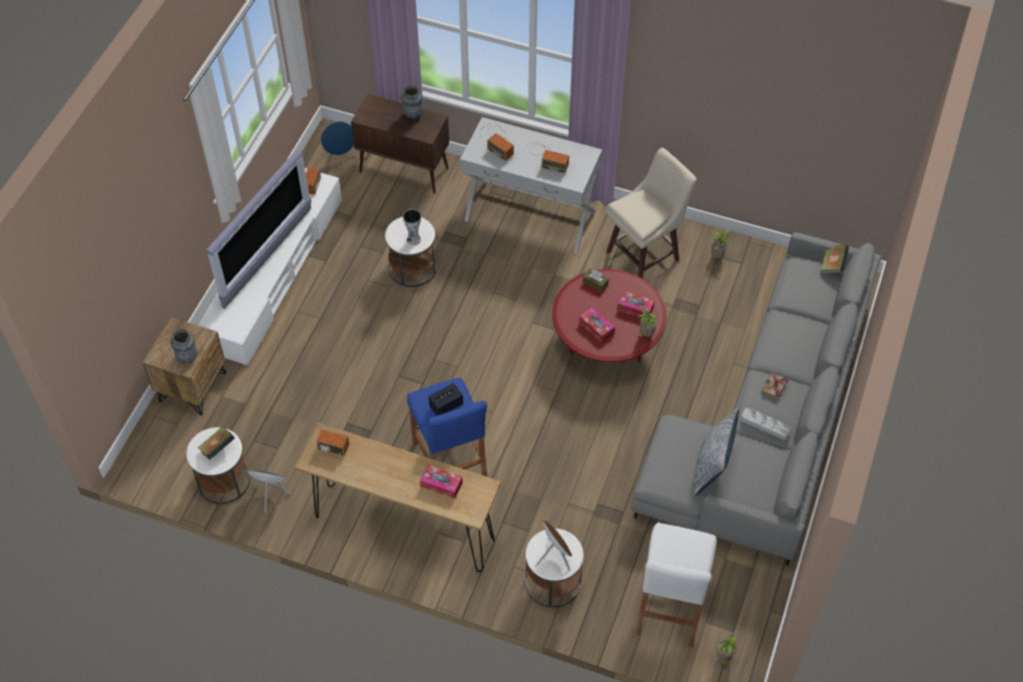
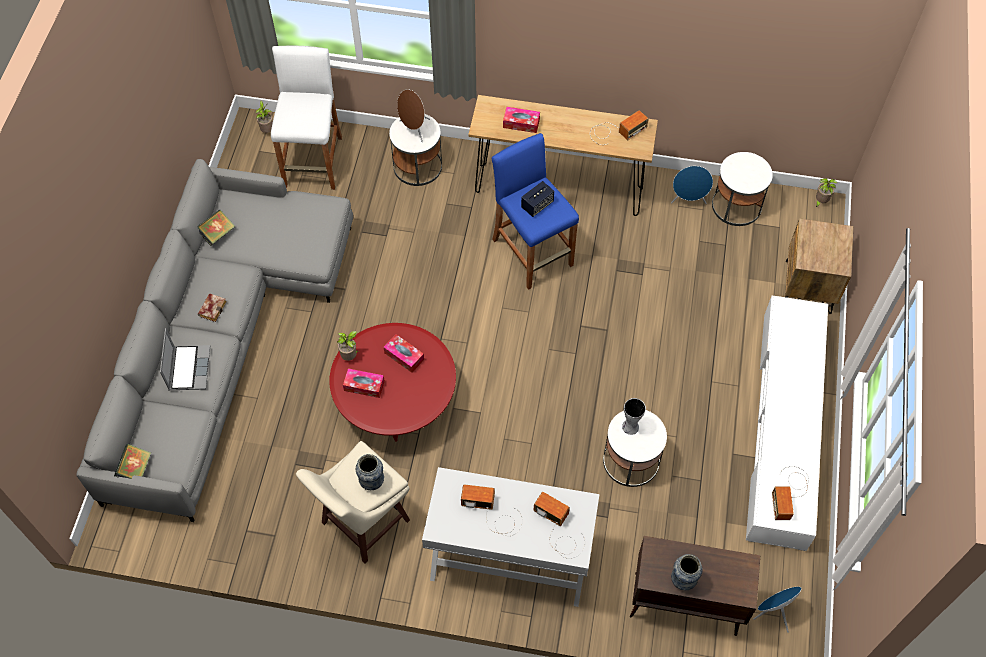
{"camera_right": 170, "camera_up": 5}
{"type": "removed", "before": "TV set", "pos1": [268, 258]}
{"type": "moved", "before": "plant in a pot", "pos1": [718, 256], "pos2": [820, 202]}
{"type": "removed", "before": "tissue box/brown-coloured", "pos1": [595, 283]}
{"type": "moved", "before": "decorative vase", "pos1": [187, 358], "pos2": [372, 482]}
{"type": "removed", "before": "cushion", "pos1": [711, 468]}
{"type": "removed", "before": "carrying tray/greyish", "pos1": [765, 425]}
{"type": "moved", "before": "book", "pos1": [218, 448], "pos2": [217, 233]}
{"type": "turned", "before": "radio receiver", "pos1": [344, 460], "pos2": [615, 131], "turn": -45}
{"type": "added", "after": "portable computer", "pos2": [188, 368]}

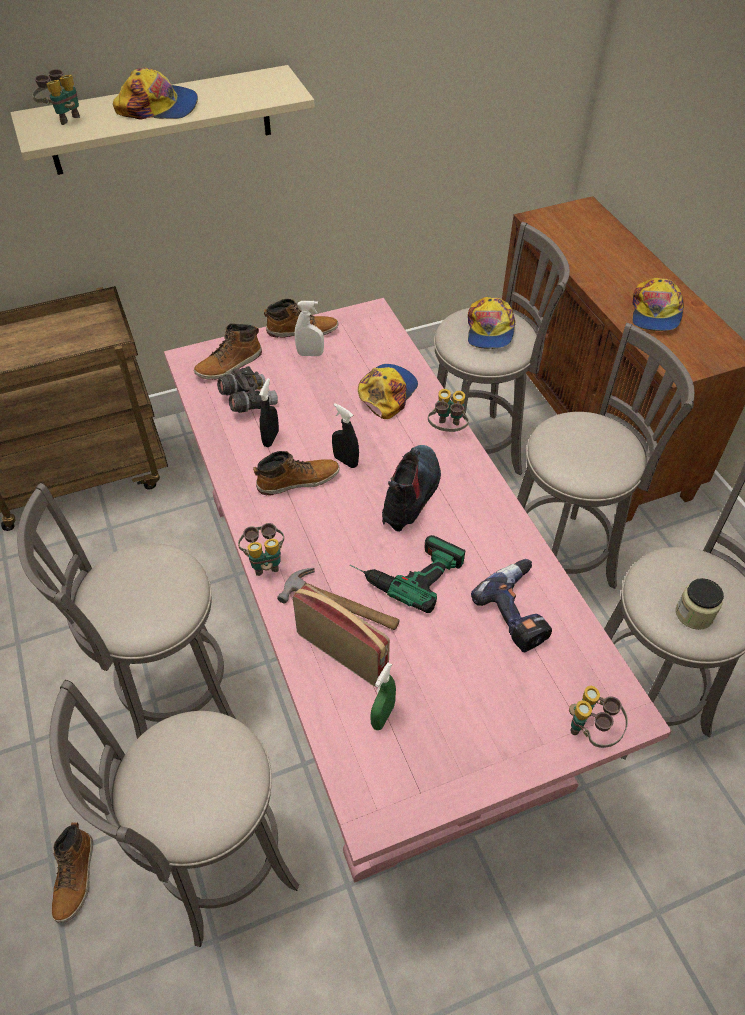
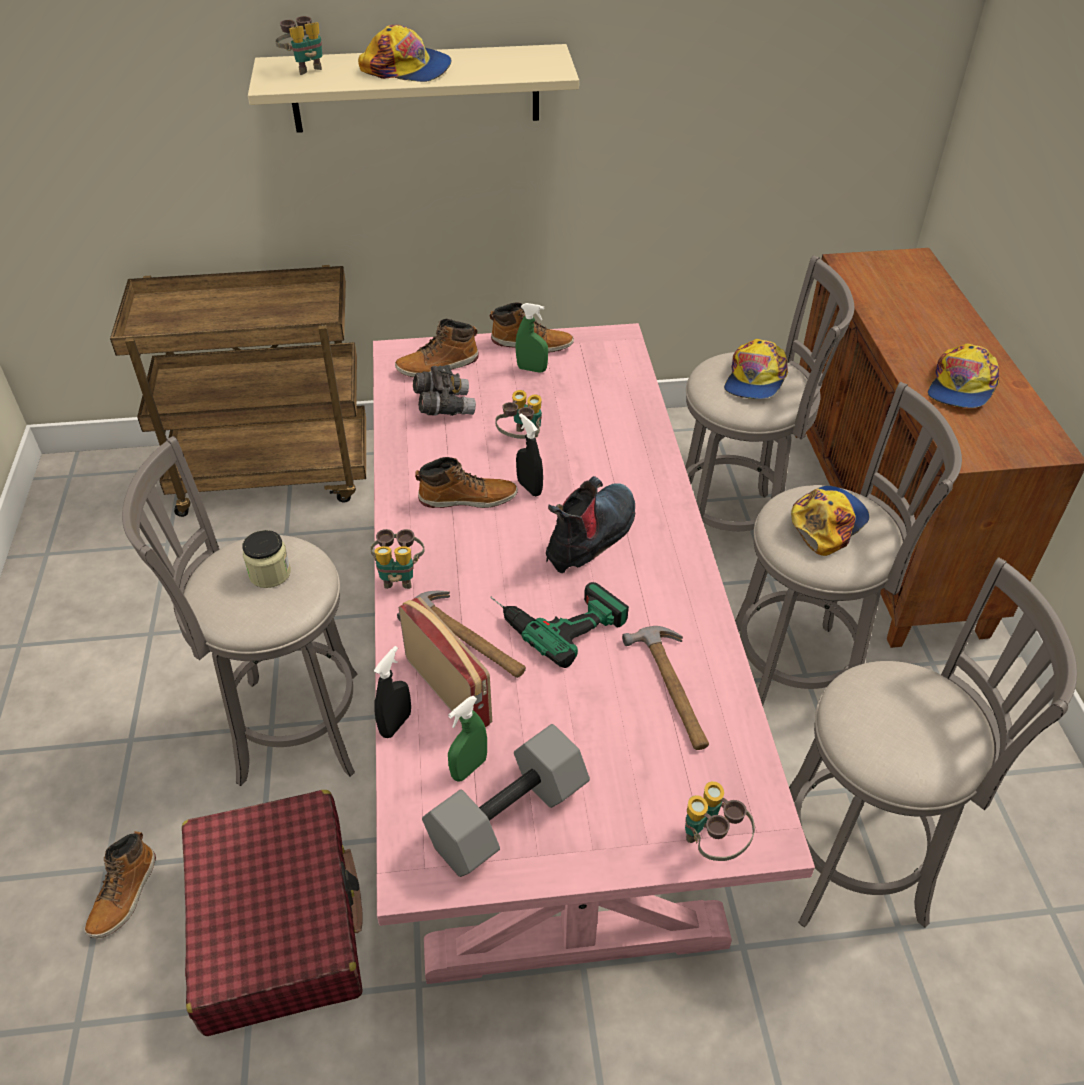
{"camera_right": 15, "camera_up": -5}
{"type": "recoloured", "before": "sprayer/white-coloured", "after": "sprayer/green-coloured", "pos1": [310, 354], "pos2": [532, 369]}
{"type": "moved", "before": "peaked cap", "pos1": [387, 393], "pos2": [827, 522]}
{"type": "moved", "before": "sprayer/black", "pos1": [271, 438], "pos2": [396, 724]}
{"type": "moved", "before": "pair of binoculars", "pos1": [447, 430], "pos2": [521, 440]}
{"type": "replaced", "before": "power drill", "after": "hammer", "pos1": [519, 611], "pos2": [673, 689]}
{"type": "moved", "before": "jar", "pos1": [694, 614], "pos2": [270, 573]}
{"type": "replaced", "before": "stool/greyish", "after": "travel case/reddish", "pos1": [215, 865], "pos2": [277, 922]}
{"type": "added", "after": "free weight/greyish", "pos2": [508, 819]}

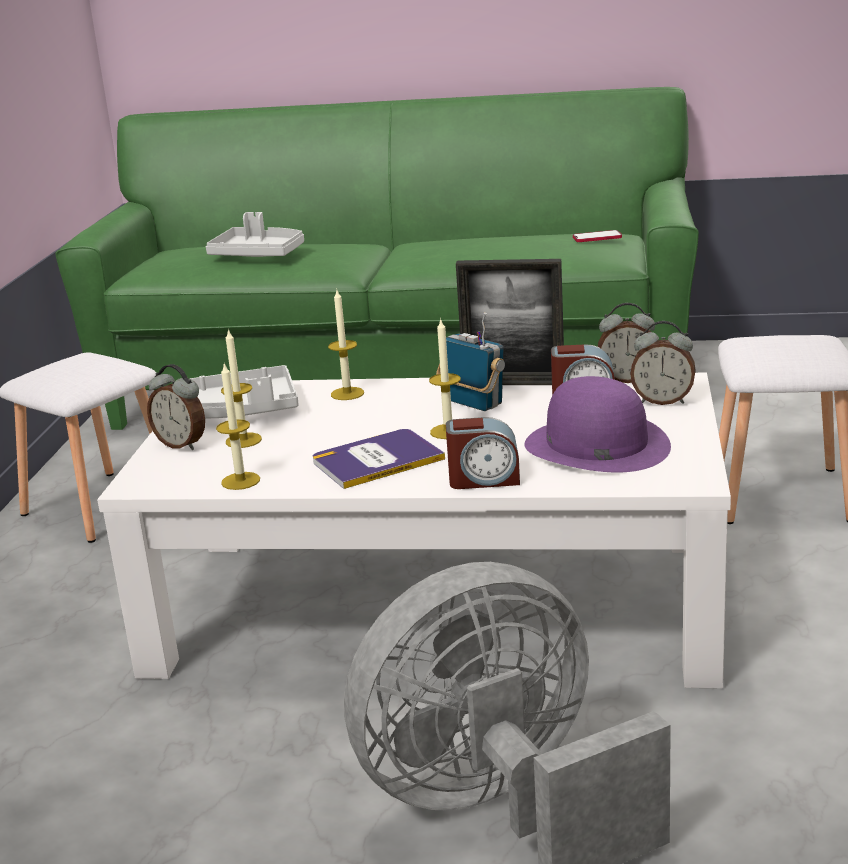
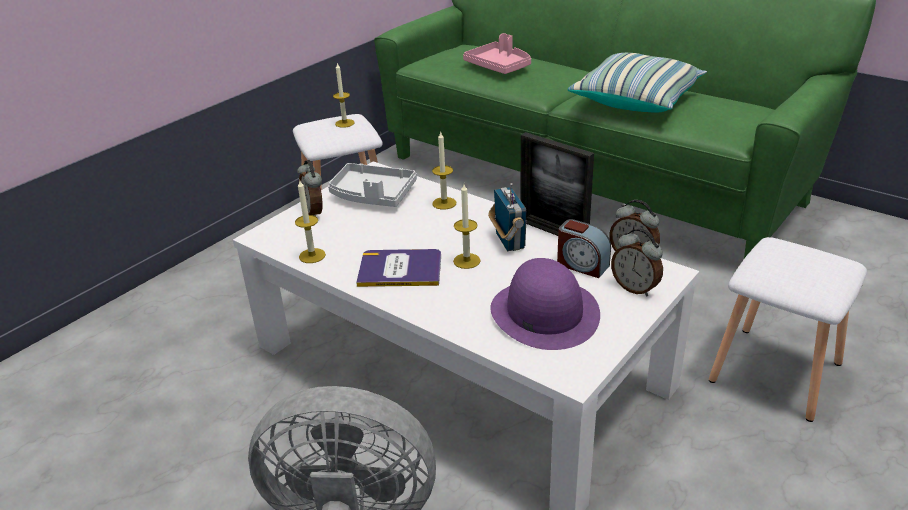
{"camera_right": 30, "camera_up": 10}
{"type": "recoloured", "before": "carrying tray/greyish", "after": "carrying tray/pinkish", "pos1": [258, 254], "pos2": [499, 66]}
{"type": "removed", "before": "phone", "pos1": [597, 238]}
{"type": "moved", "before": "wax candle", "pos1": [243, 440], "pos2": [344, 123]}
{"type": "removed", "before": "bedside clock", "pos1": [484, 479]}
{"type": "added", "after": "cushion", "pos2": [636, 99]}

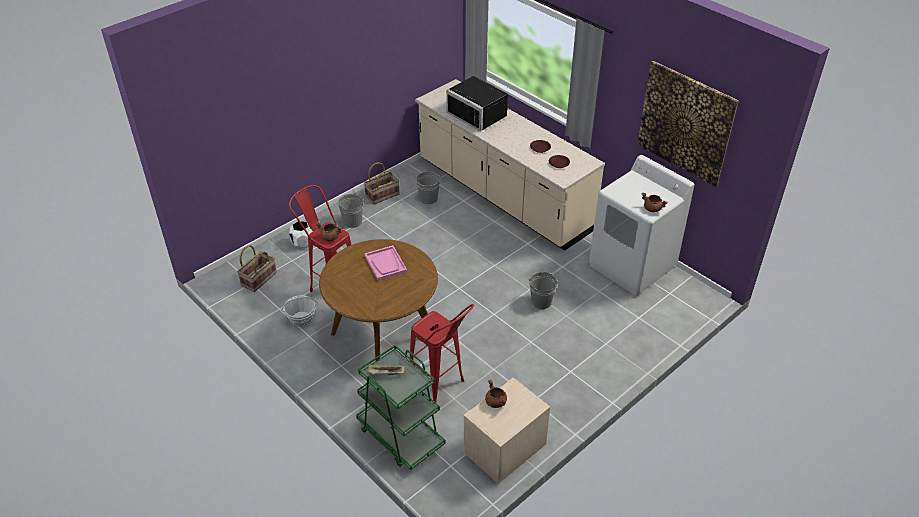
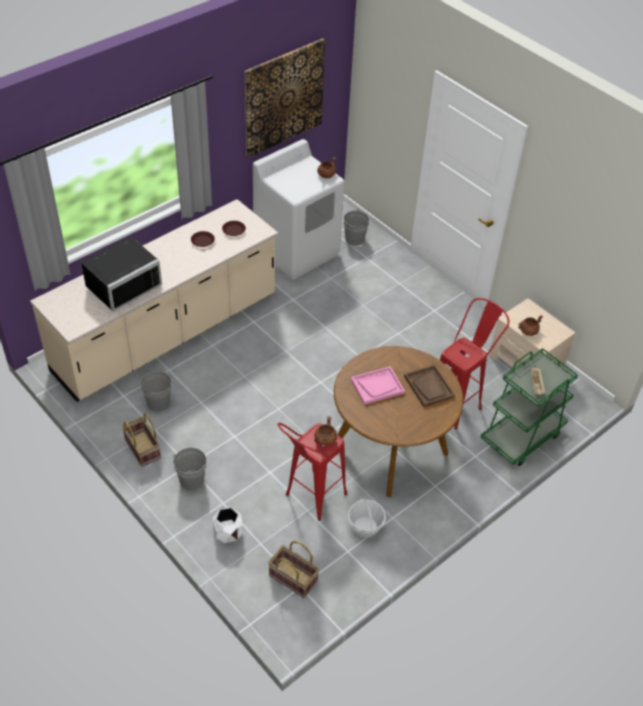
{"camera_right": -90, "camera_up": 5}
{"type": "moved", "before": "pail/greyish", "pos1": [541, 301], "pos2": [354, 239]}
{"type": "added", "after": "carrying tray/brown-coloured", "pos2": [429, 387]}

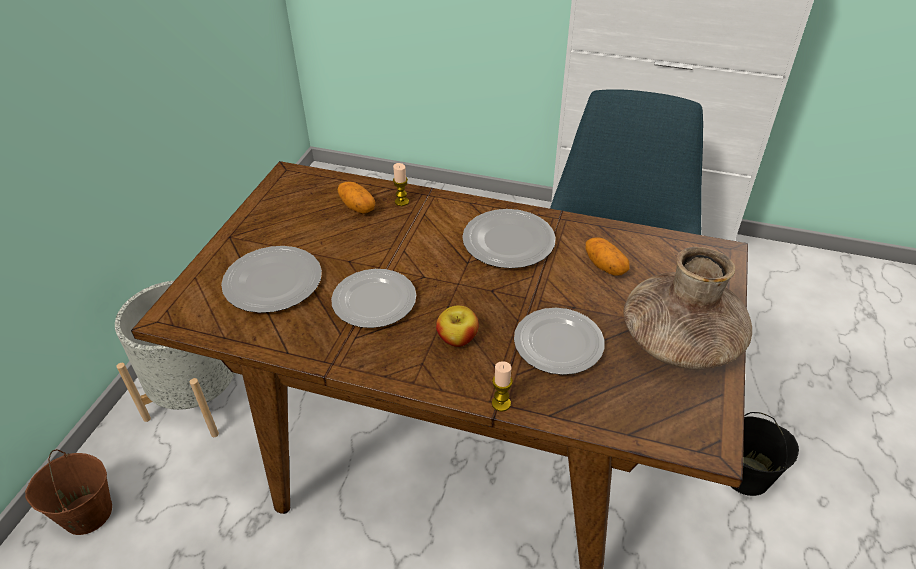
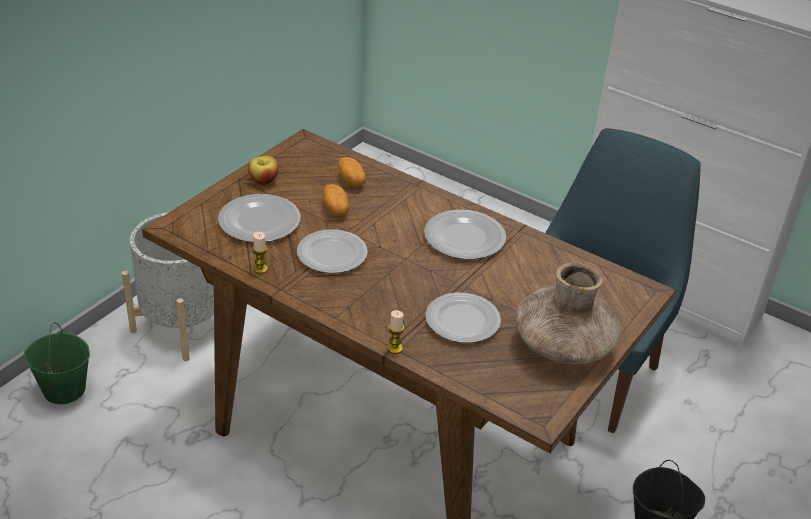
{"camera_right": 15, "camera_up": -5}
{"type": "moved", "before": "wax candle", "pos1": [401, 201], "pos2": [260, 269]}
{"type": "moved", "before": "spud", "pos1": [605, 266], "pos2": [335, 209]}
{"type": "moved", "before": "apple fruit", "pos1": [457, 338], "pos2": [263, 180]}
{"type": "recoloured", "before": "pail/brown-coloured", "after": "pail/green-coloured", "pos1": [87, 514], "pos2": [63, 390]}

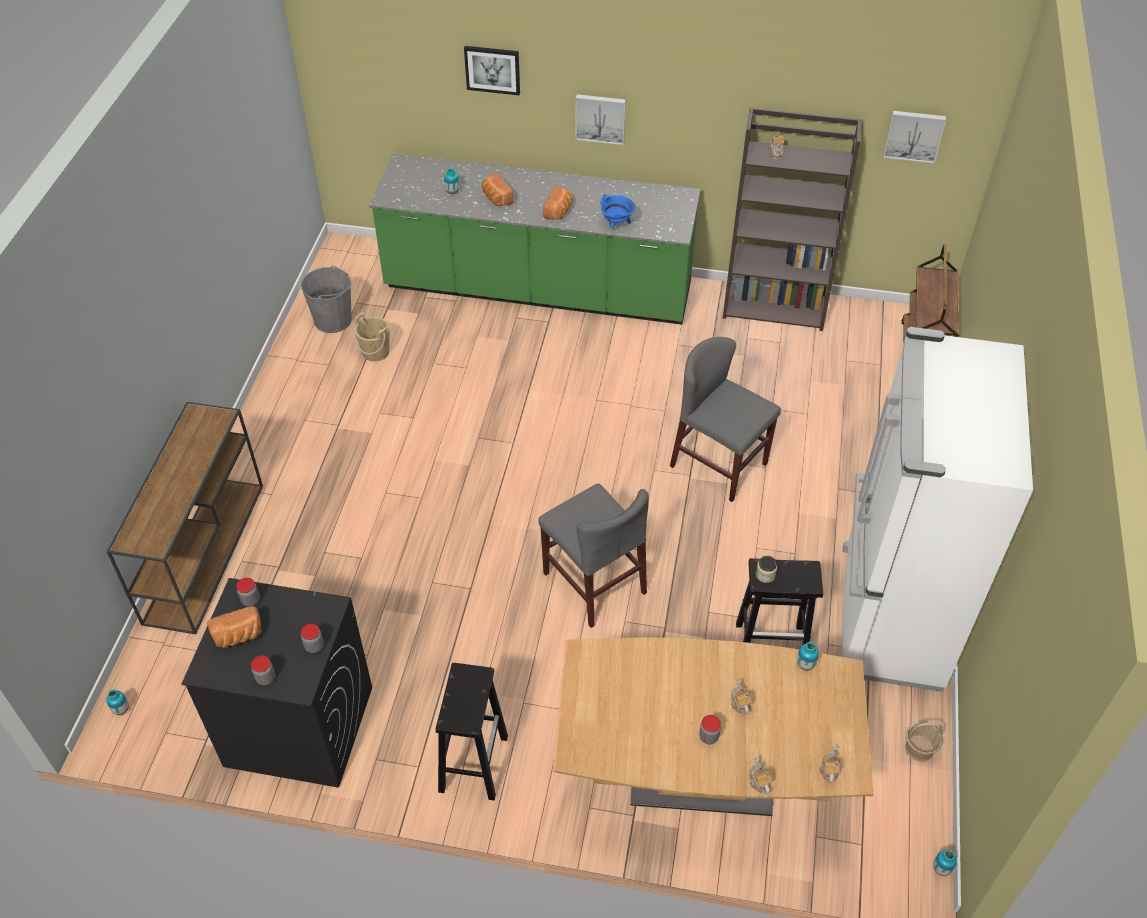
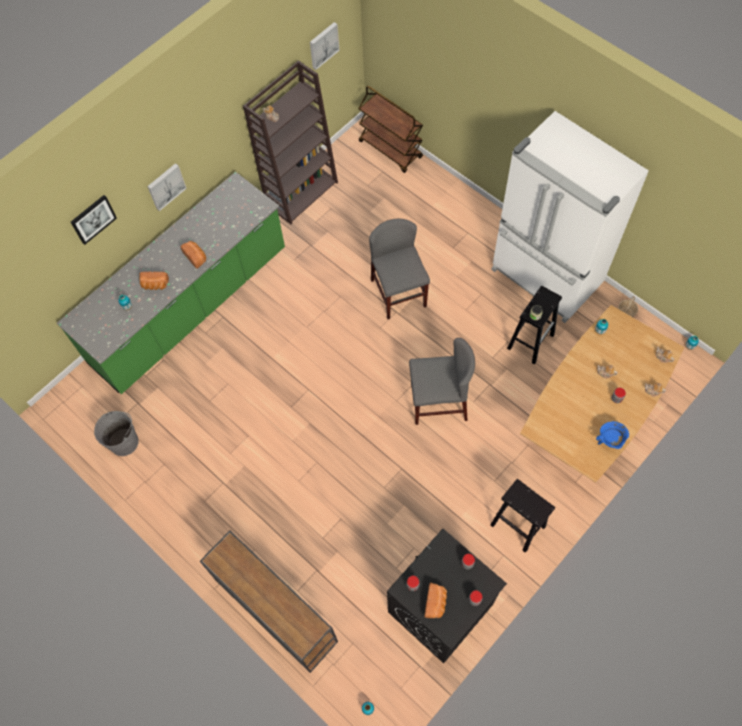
{"camera_right": -55, "camera_up": 15}
{"type": "moved", "before": "stockpot/blue-coloured", "pos1": [616, 224], "pos2": [609, 441]}
{"type": "removed", "before": "pail/sand-coloured", "pos1": [375, 352]}
{"type": "turned", "before": "chair/greyish", "pos1": [719, 465], "pos2": [398, 293], "turn": 90}

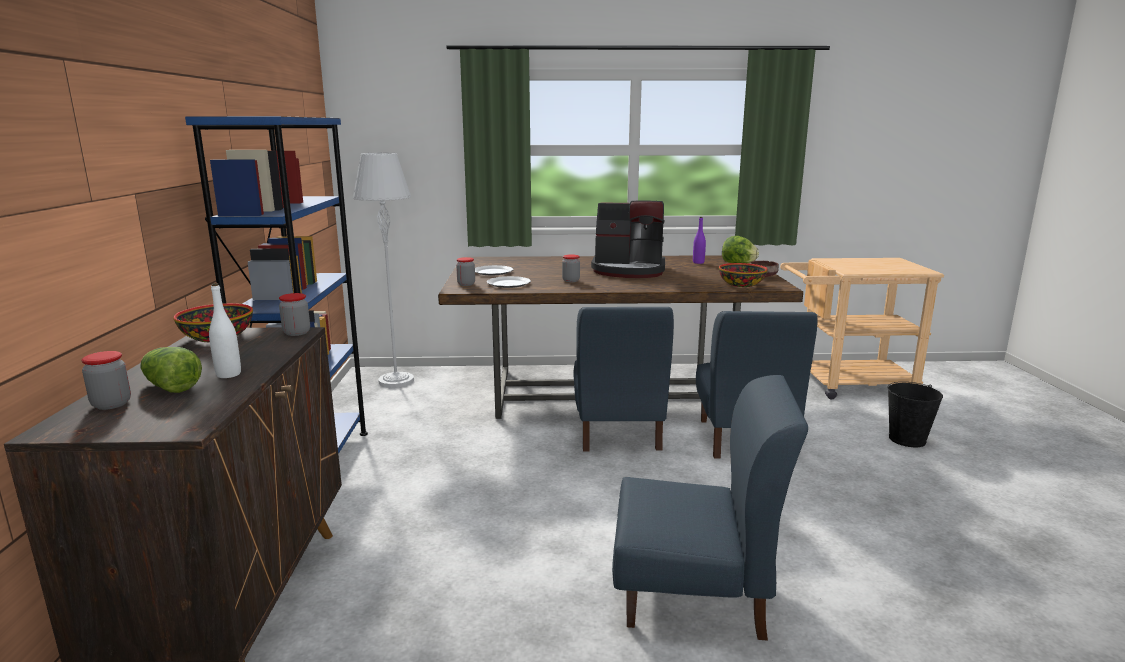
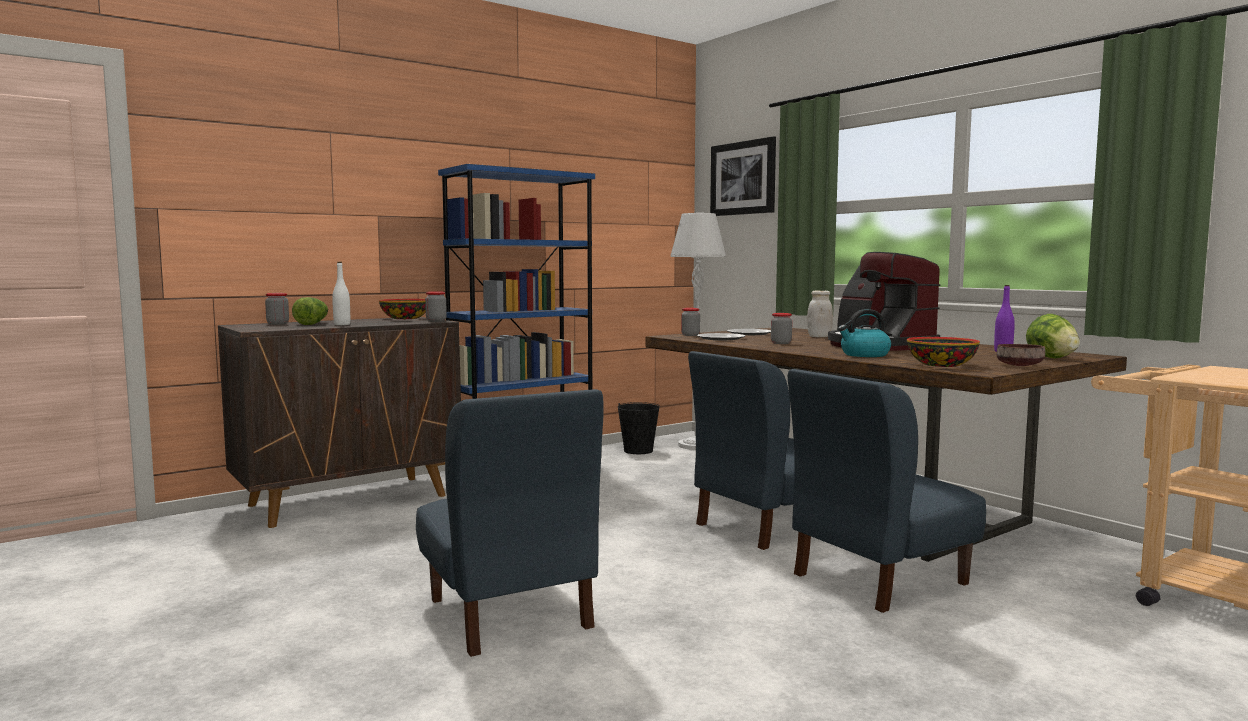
{"camera_right": 55, "camera_up": -10}
{"type": "moved", "before": "pail/black", "pos1": [907, 439], "pos2": [638, 451]}
{"type": "added", "after": "picture", "pos2": [743, 178]}
{"type": "added", "after": "jar/white-coloured", "pos2": [819, 336]}
{"type": "added", "after": "kettle", "pos2": [864, 355]}

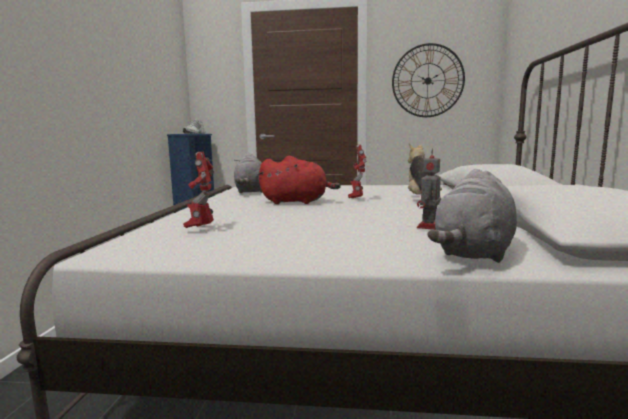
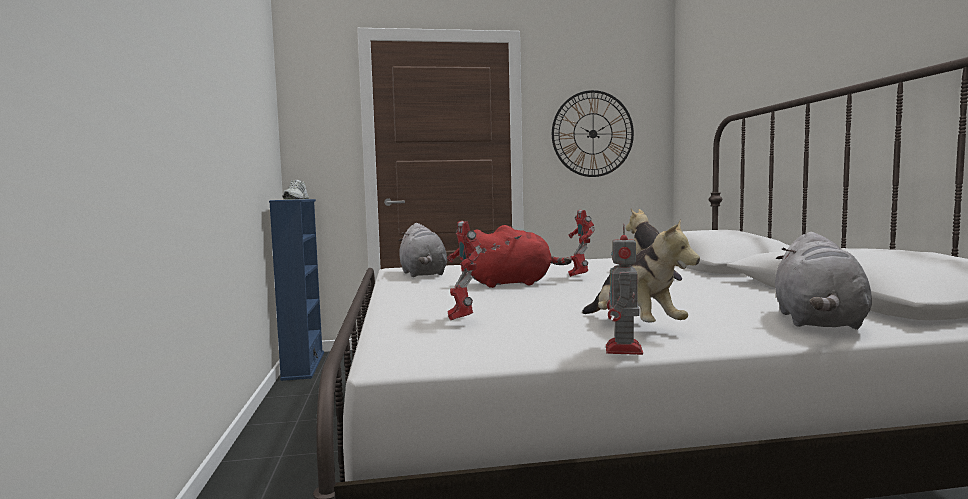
{"camera_right": -15, "camera_up": -5}
{"type": "moved", "before": "model robot", "pos1": [429, 227], "pos2": [623, 350]}
{"type": "added", "after": "cuddly toy", "pos2": [634, 326]}

